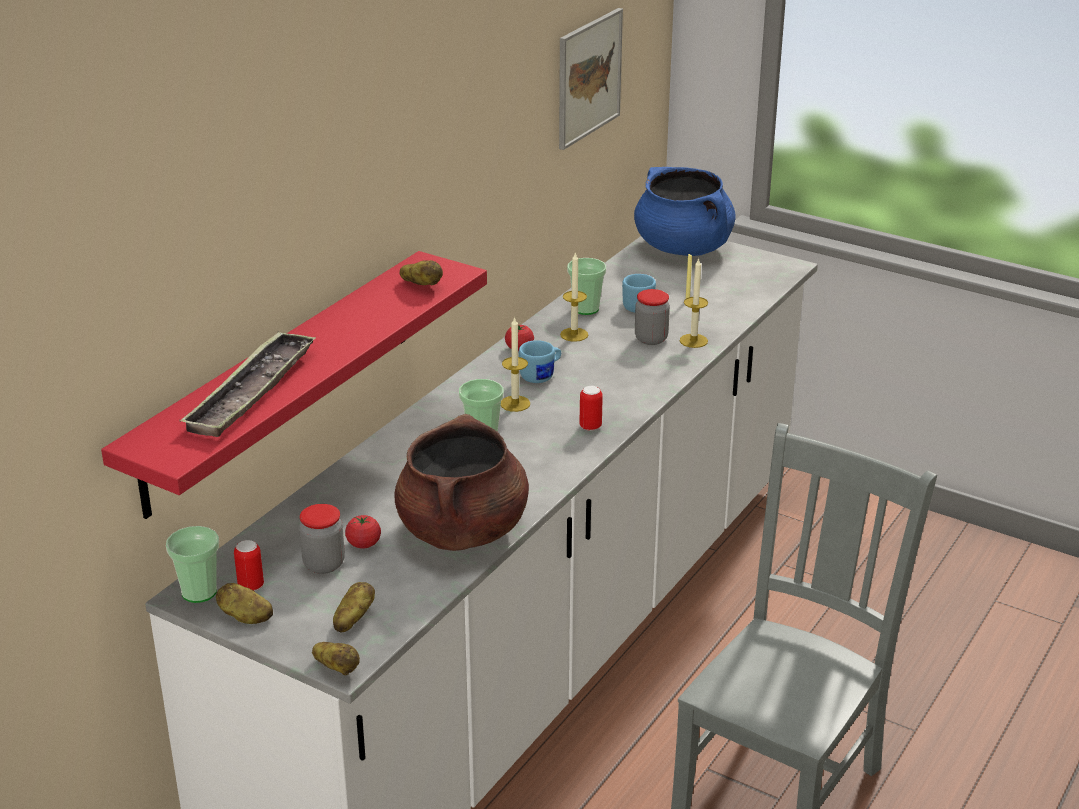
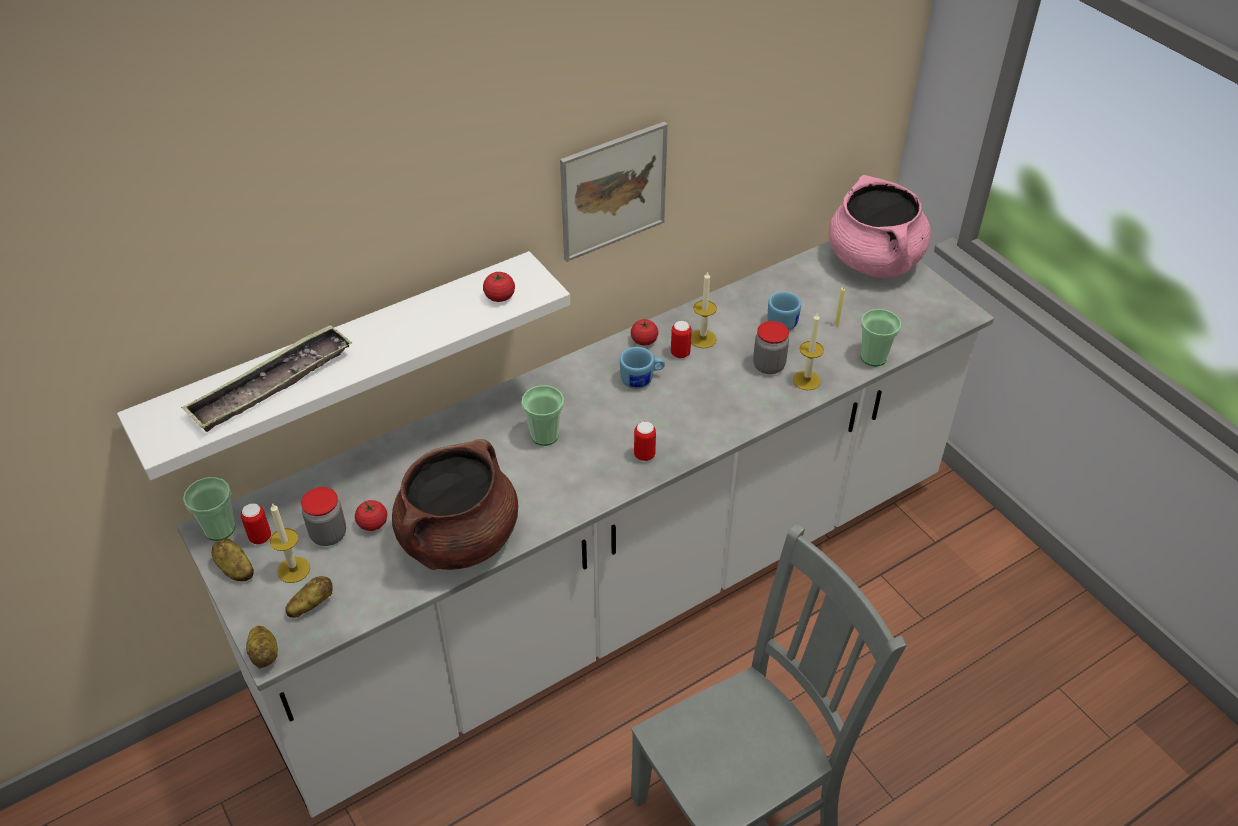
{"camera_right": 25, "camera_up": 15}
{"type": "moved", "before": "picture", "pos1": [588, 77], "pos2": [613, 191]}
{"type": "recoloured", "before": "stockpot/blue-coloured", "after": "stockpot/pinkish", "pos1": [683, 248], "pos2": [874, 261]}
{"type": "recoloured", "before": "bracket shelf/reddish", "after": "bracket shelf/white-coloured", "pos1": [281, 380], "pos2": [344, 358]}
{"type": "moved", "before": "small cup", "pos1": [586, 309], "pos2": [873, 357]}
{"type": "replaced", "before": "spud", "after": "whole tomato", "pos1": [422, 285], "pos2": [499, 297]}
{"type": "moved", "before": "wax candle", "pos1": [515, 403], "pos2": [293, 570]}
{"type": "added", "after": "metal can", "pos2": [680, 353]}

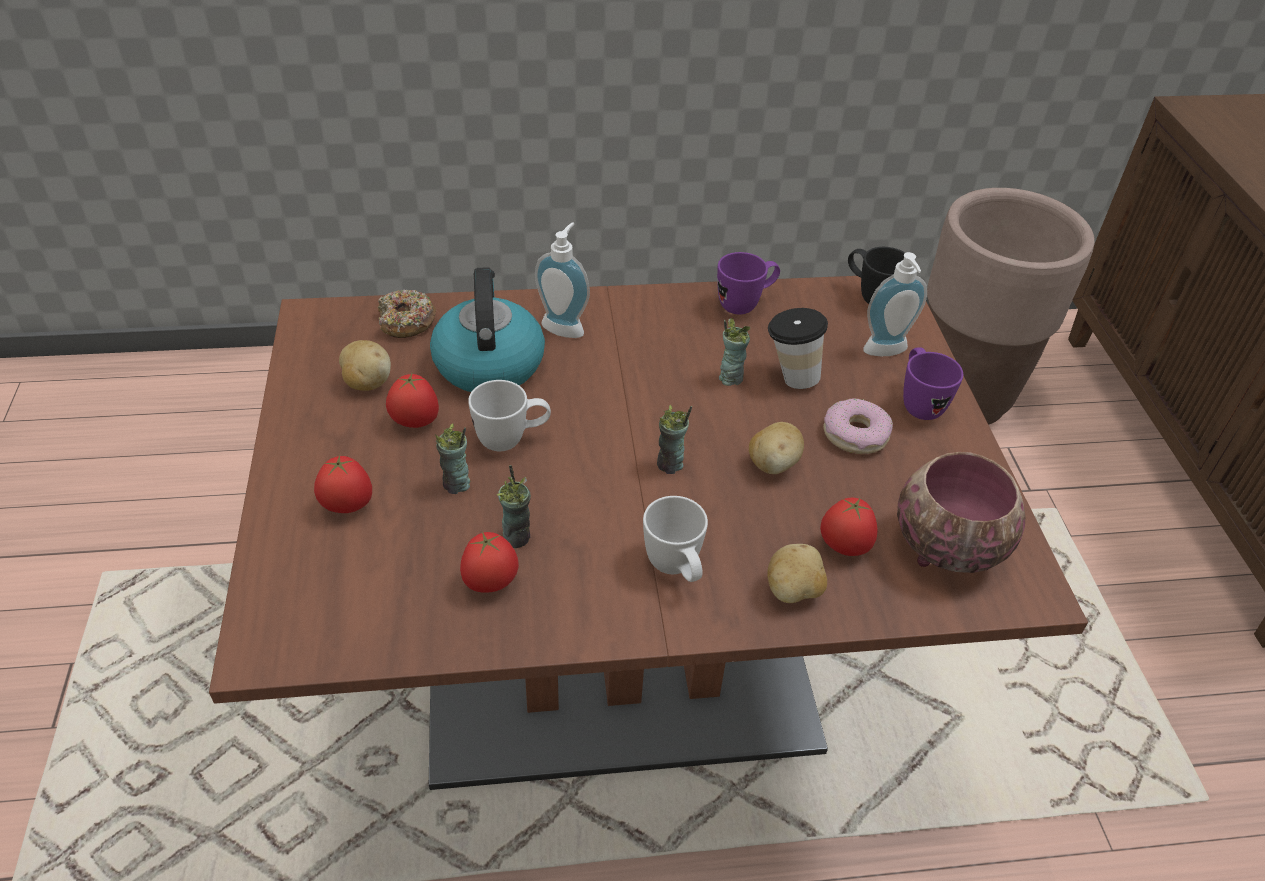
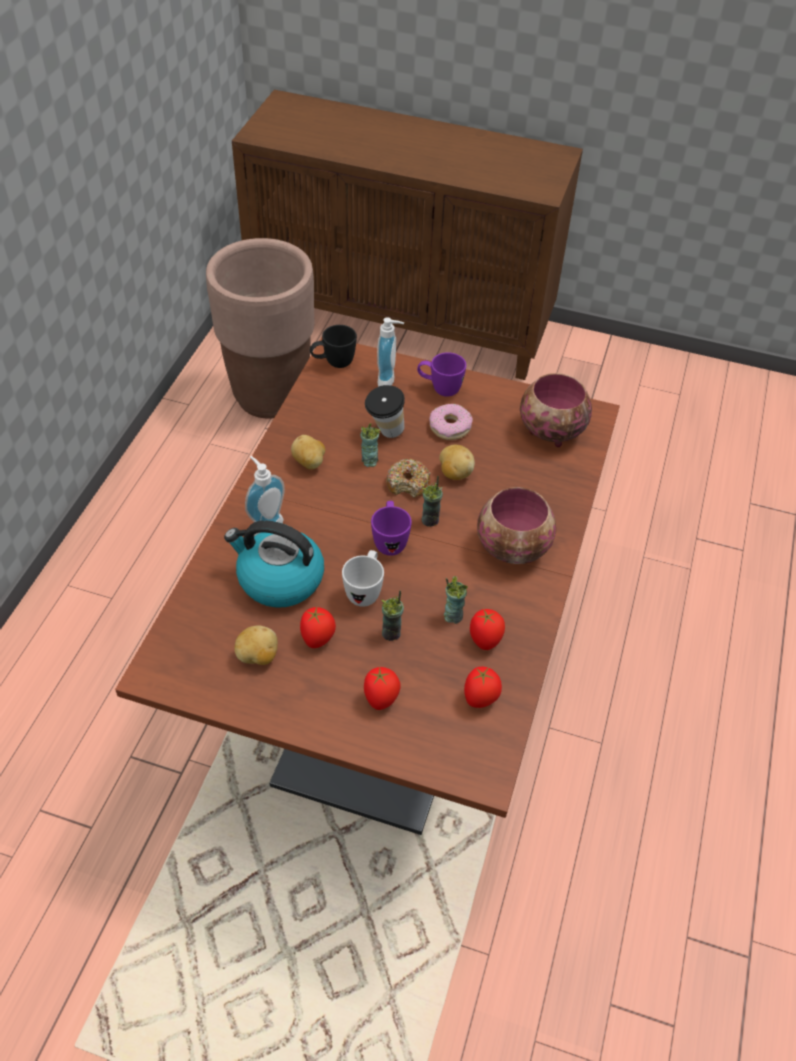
{"camera_right": -65, "camera_up": 5}
{"type": "moved", "before": "tea mug/purple-coloured", "pos1": [745, 304], "pos2": [390, 541]}
{"type": "moved", "before": "doughnut", "pos1": [406, 322], "pos2": [408, 484]}
{"type": "replaced", "before": "tea mug/white-coloured", "after": "serving bowl", "pos1": [676, 569], "pos2": [514, 549]}
{"type": "moved", "before": "whole tomato", "pos1": [844, 547], "pos2": [480, 699]}
{"type": "moved", "before": "spud", "pos1": [793, 591], "pos2": [309, 463]}

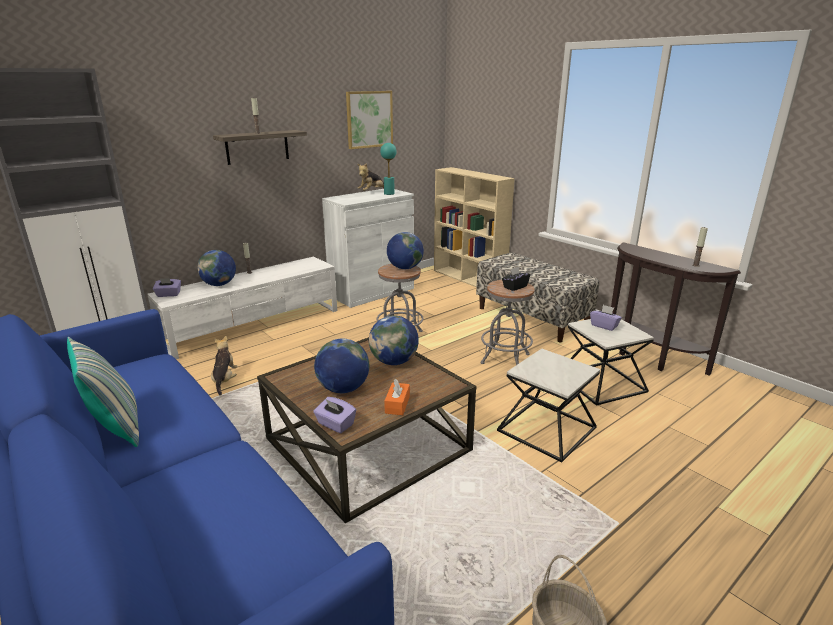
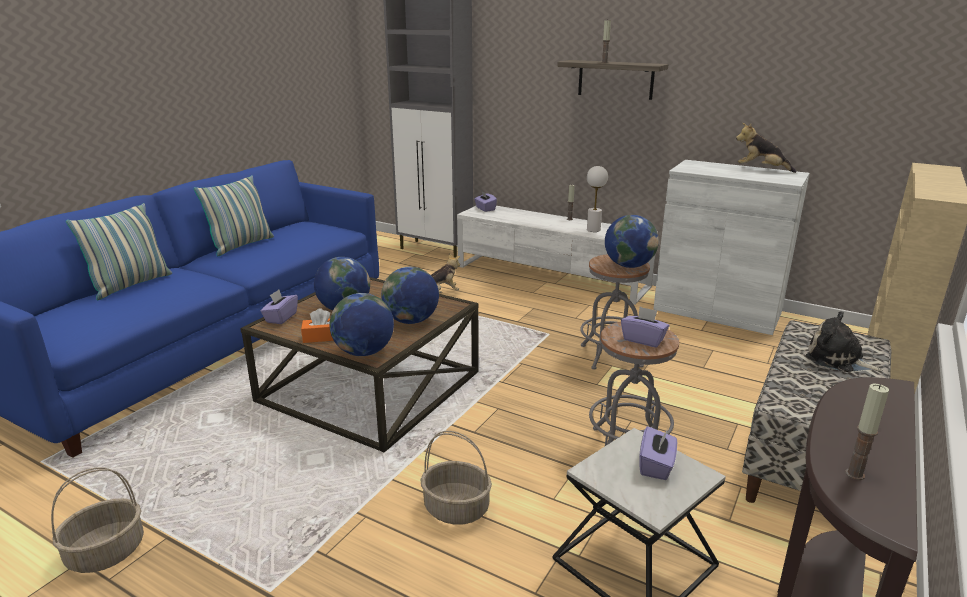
{"camera_right": 70, "camera_up": 0}
{"type": "removed", "before": "picture", "pos1": [369, 119]}
{"type": "removed", "before": "table lamp/turquoise", "pos1": [389, 193]}
{"type": "moved", "before": "world globe", "pos1": [219, 284], "pos2": [364, 352]}
{"type": "recoloured", "before": "tissue box/black", "after": "tissue box/purple-coloured", "pos1": [515, 287], "pos2": [643, 340]}
{"type": "replaced", "before": "accent table", "after": "basket", "pos1": [546, 428], "pos2": [457, 508]}
{"type": "added", "after": "table lamp/white-coloured", "pos2": [593, 230]}
{"type": "added", "after": "cushion", "pos2": [131, 285]}
{"type": "added", "after": "cuddly toy", "pos2": [838, 359]}

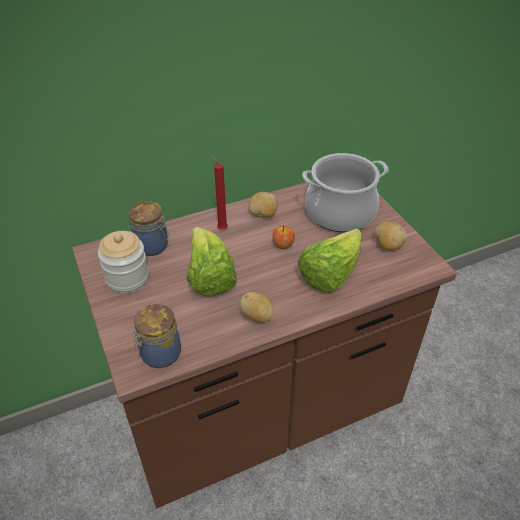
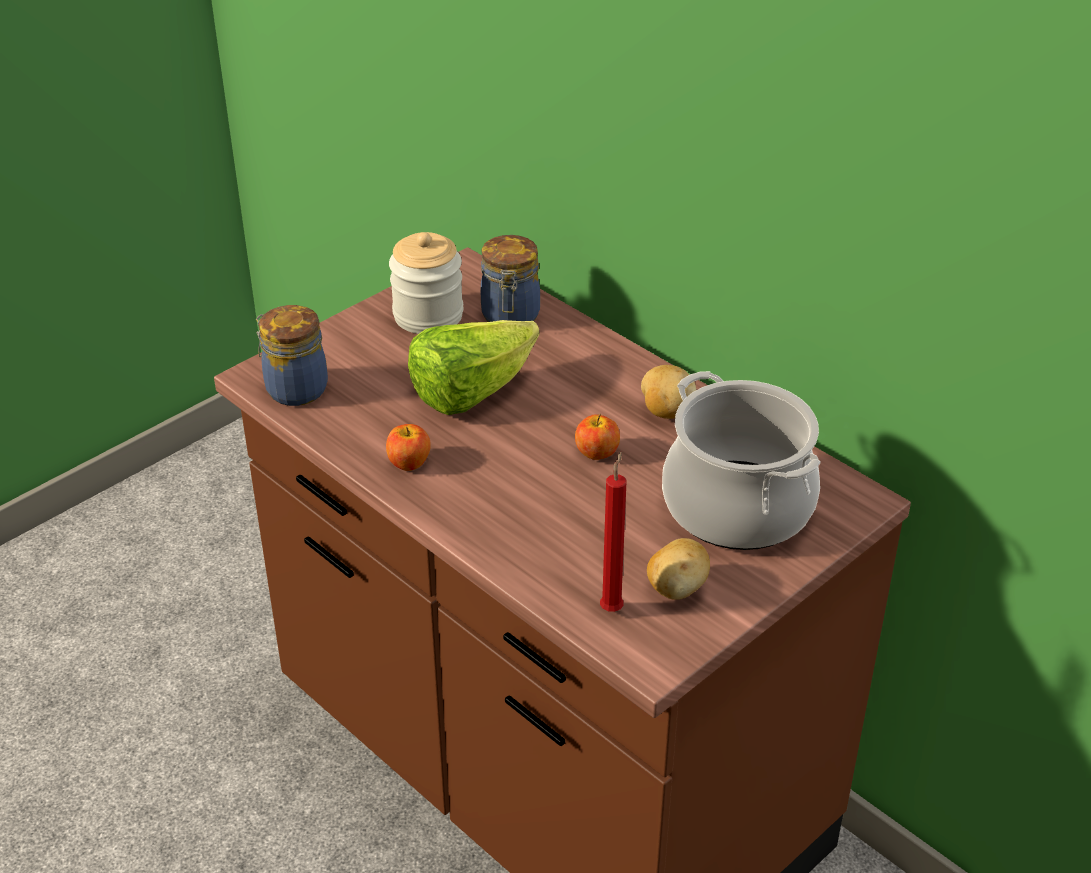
{"camera_right": 70, "camera_up": -5}
{"type": "moved", "before": "wax candle/reddish", "pos1": [221, 228], "pos2": [612, 607]}
{"type": "removed", "before": "head of lettuce", "pos1": [330, 274]}
{"type": "replaced", "before": "spud", "after": "apple fruit", "pos1": [257, 316], "pos2": [409, 463]}

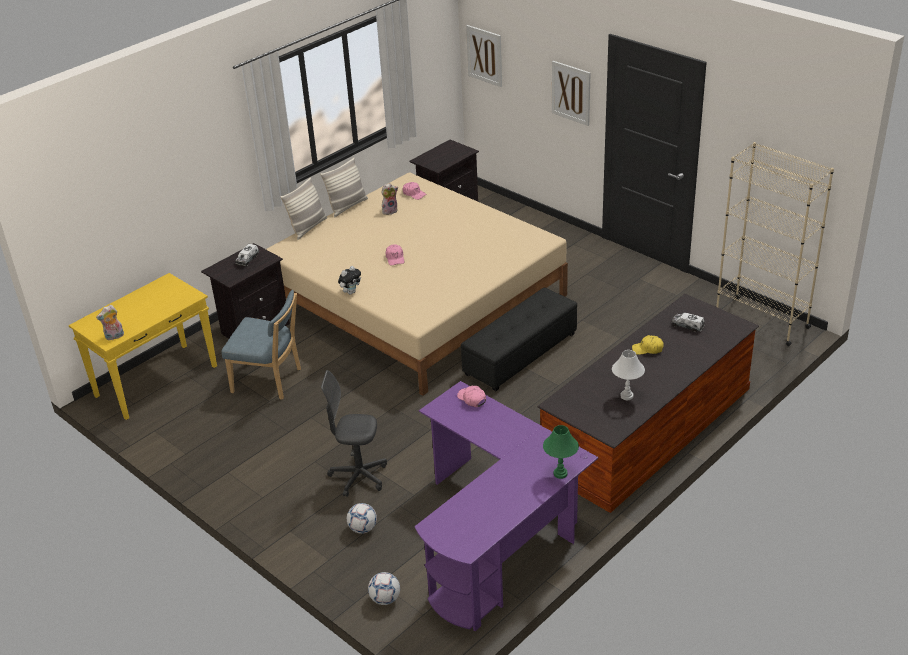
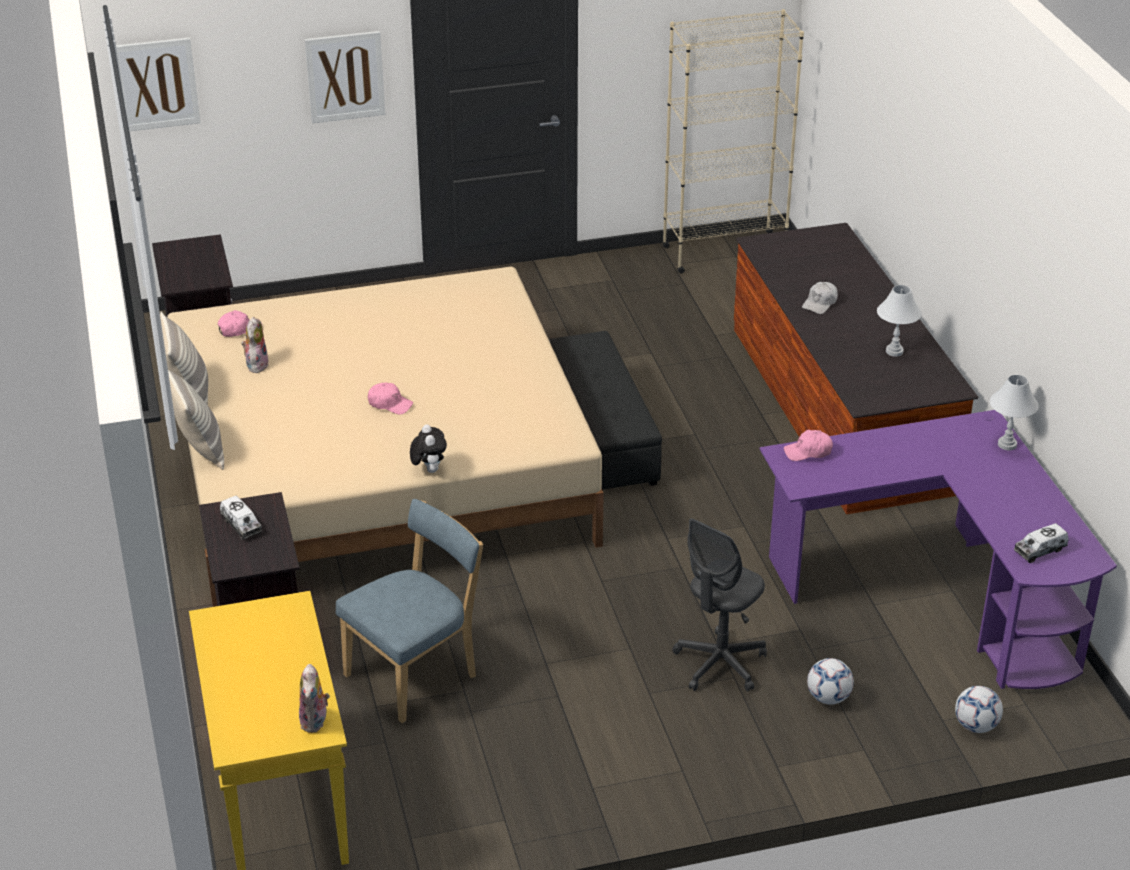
{"camera_right": -60, "camera_up": 0}
{"type": "moved", "before": "toy truck", "pos1": [687, 326], "pos2": [1040, 550]}
{"type": "recoloured", "before": "peaked cap/yellow", "after": "peaked cap/white-coloured", "pos1": [647, 349], "pos2": [820, 303]}
{"type": "recoloured", "before": "table lamp/green-coloured", "after": "table lamp/white-coloured", "pos1": [560, 473], "pos2": [1006, 444]}

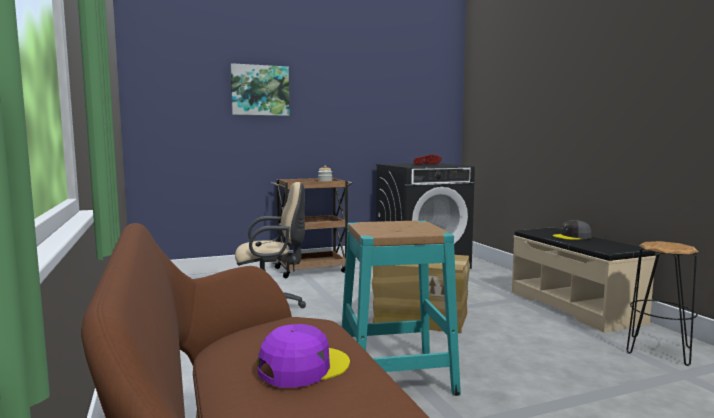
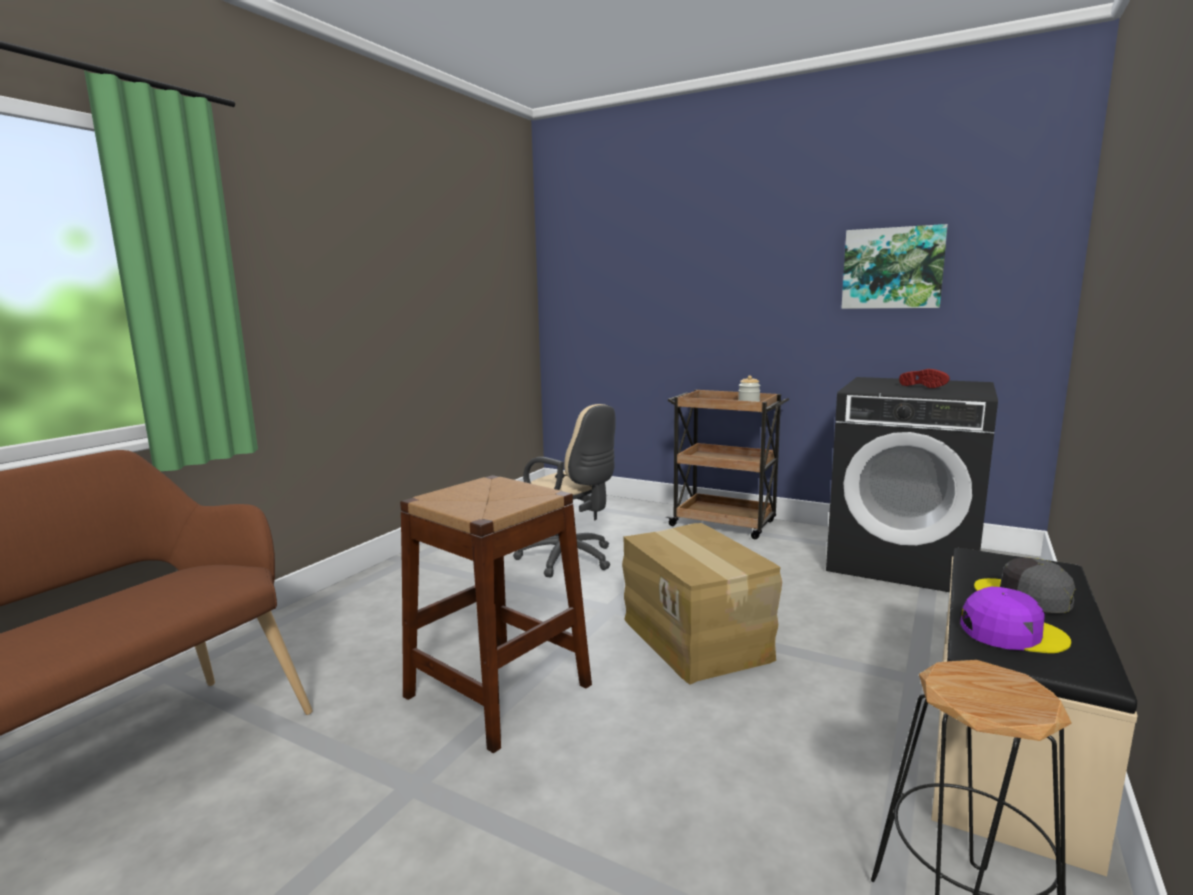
{"camera_right": 50, "camera_up": 5}
{"type": "moved", "before": "picture", "pos1": [260, 90], "pos2": [892, 268]}
{"type": "recoloured", "before": "stool/turquoise", "after": "stool/brown-coloured", "pos1": [395, 375], "pos2": [498, 690]}
{"type": "moved", "before": "peaked cap/purple-coloured", "pos1": [303, 367], "pos2": [1011, 633]}

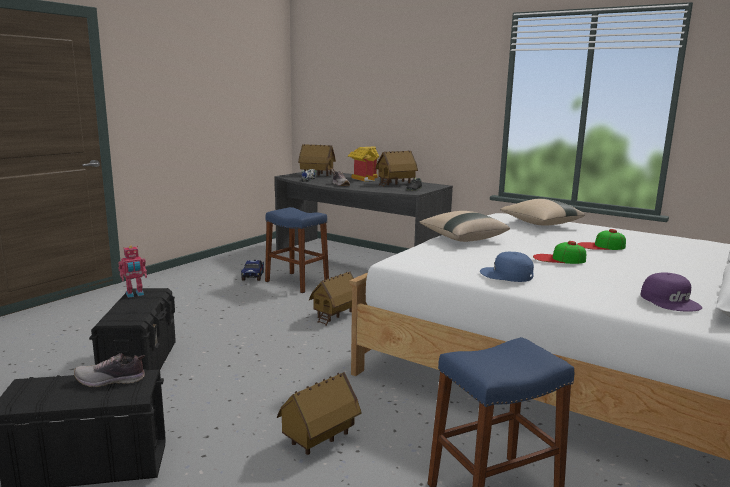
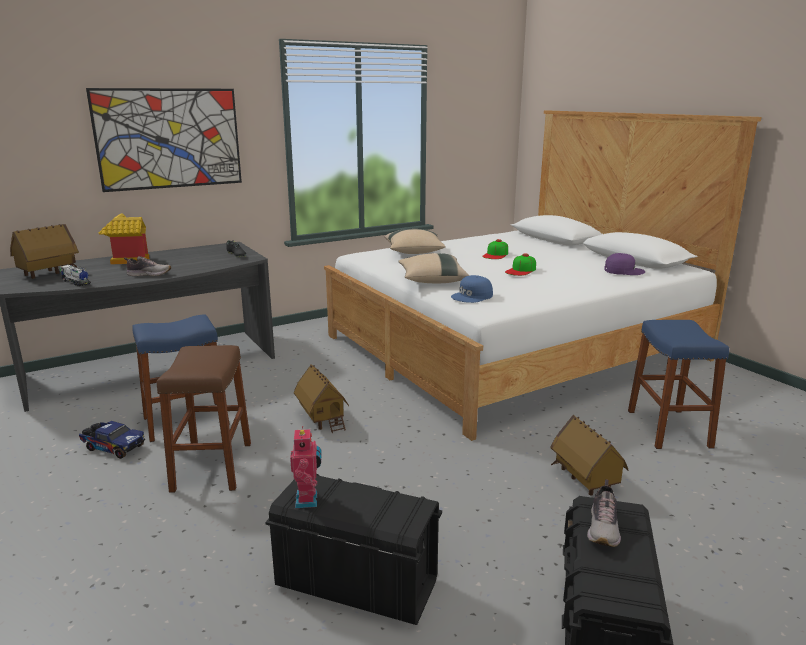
{"camera_right": -65, "camera_up": 5}
{"type": "removed", "before": "toy house", "pos1": [395, 184]}
{"type": "moved", "before": "peaked cap/blue-coloured", "pos1": [507, 275], "pos2": [472, 296]}
{"type": "added", "after": "picture", "pos2": [169, 138]}
{"type": "added", "after": "stool/brown-coloured", "pos2": [212, 466]}

